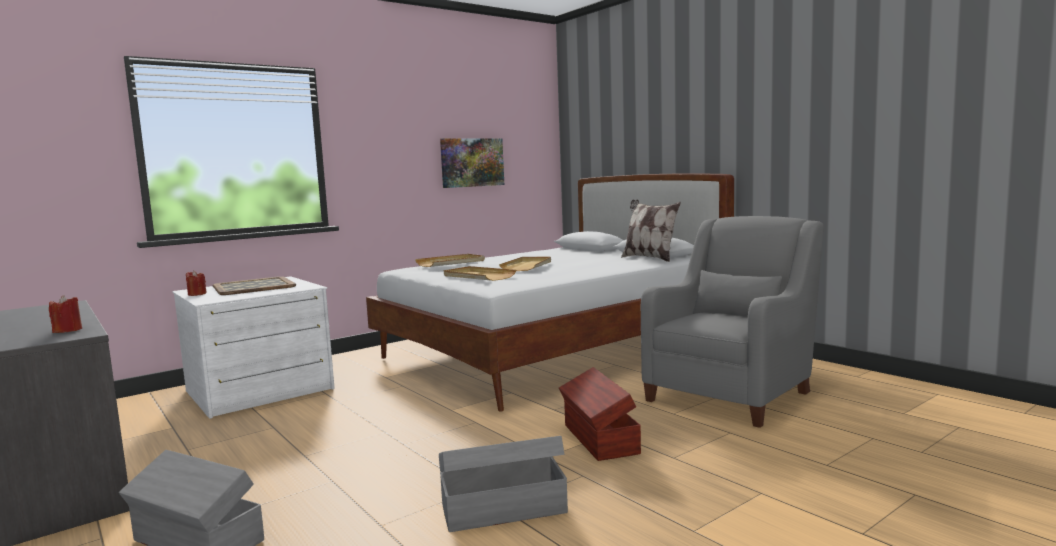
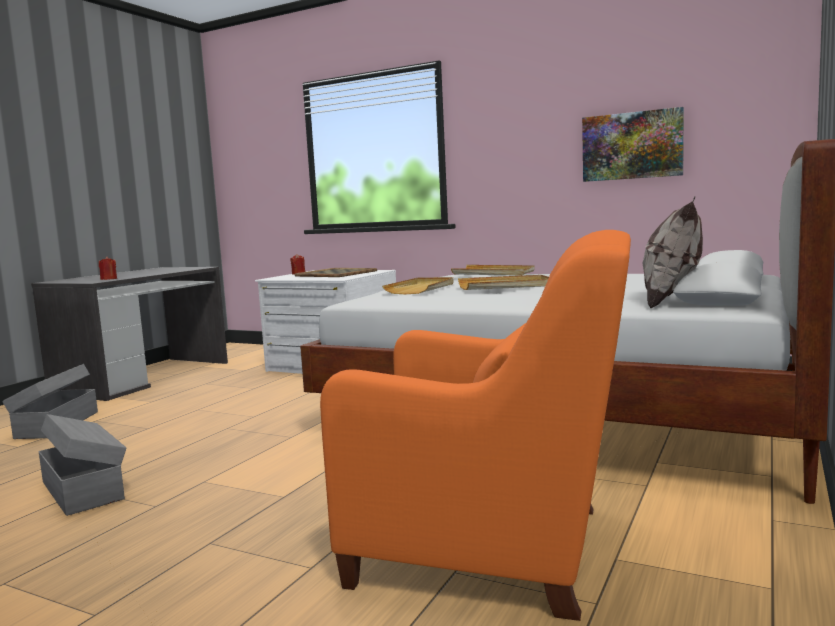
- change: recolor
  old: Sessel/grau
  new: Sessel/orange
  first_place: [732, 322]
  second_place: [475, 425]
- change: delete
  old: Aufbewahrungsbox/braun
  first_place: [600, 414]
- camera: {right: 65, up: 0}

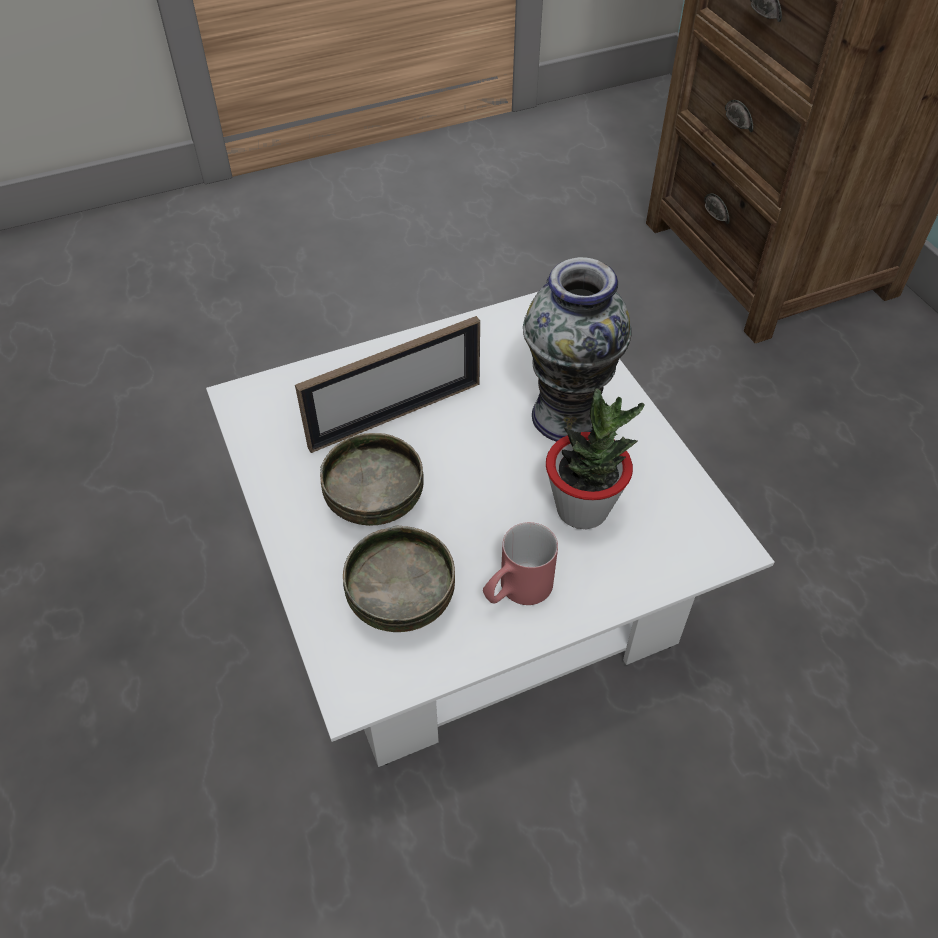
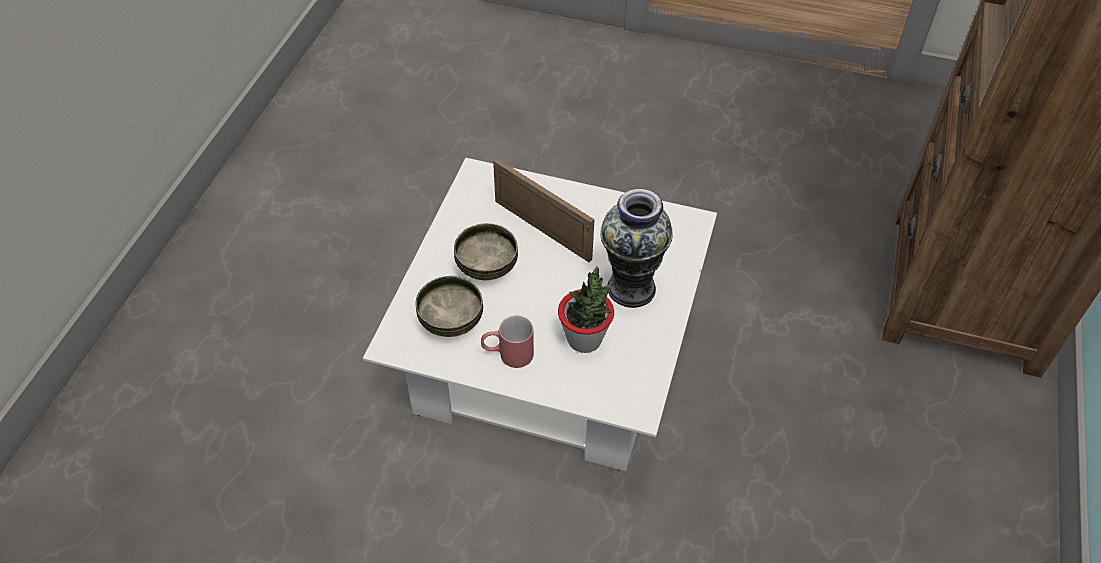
- change: rotate
  old: Bilderrahmen
  first_place: [387, 384]
  second_place: [544, 210]
  degrees: -150
- camera: {right: 40, up: 0}

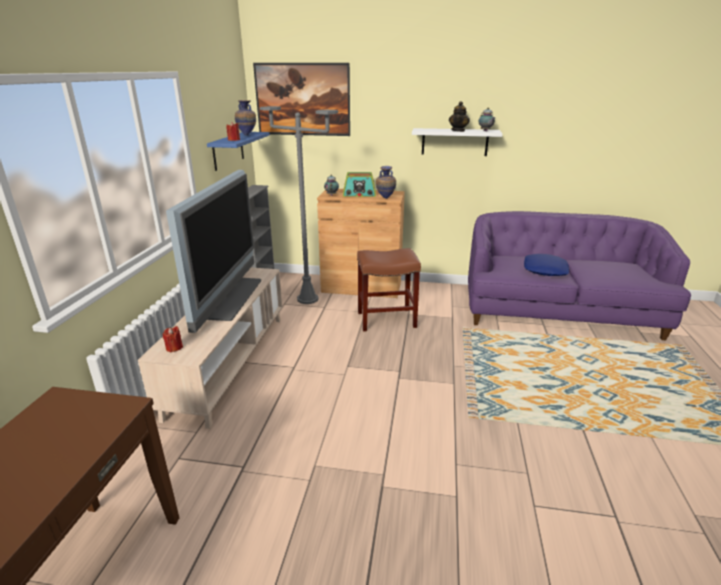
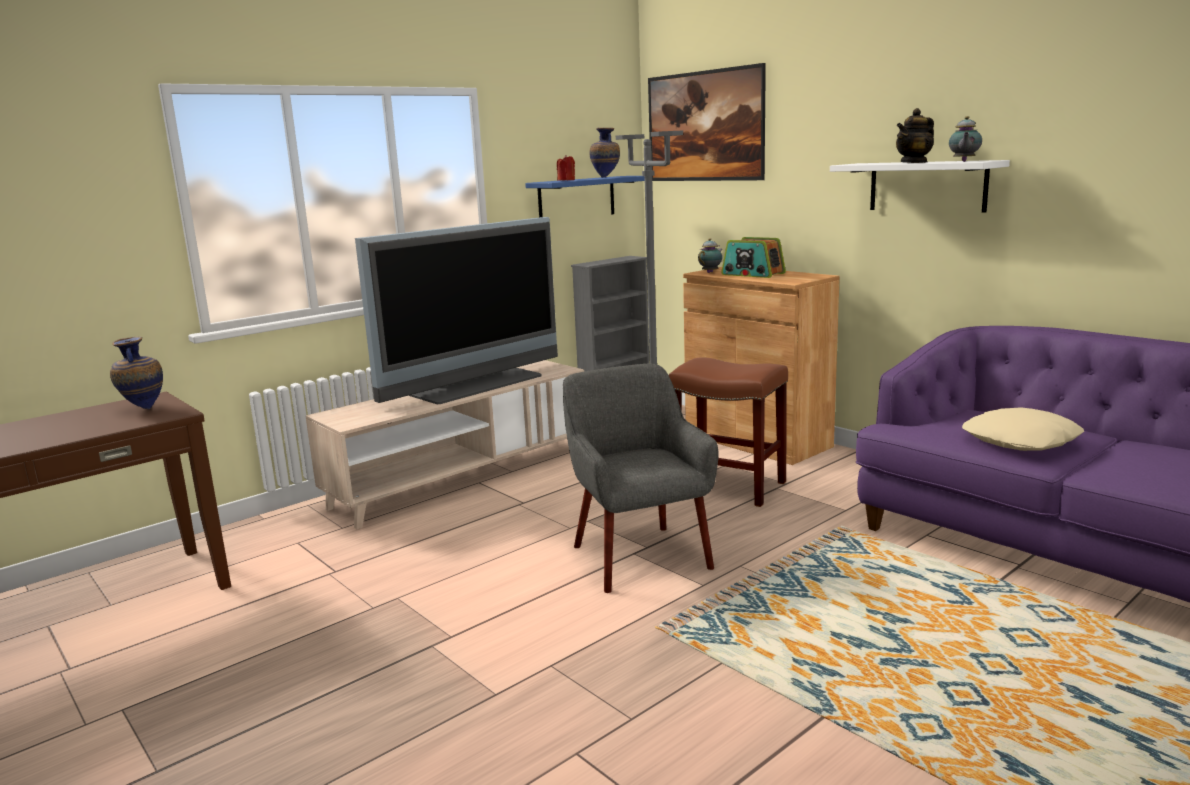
- change: move
  old: Vase
  first_place: [386, 182]
  second_place: [136, 373]
- change: insert
  new: Sessel/grau
  second_place: [641, 478]
- change: recolor
  old: Kissen/blau
  new: Kissen/beige
  first_place: [546, 265]
  second_place: [1023, 429]
- change: delete
  old: Kerze/rot
  first_place: [173, 339]
- camera: {right: 40, up: -10}

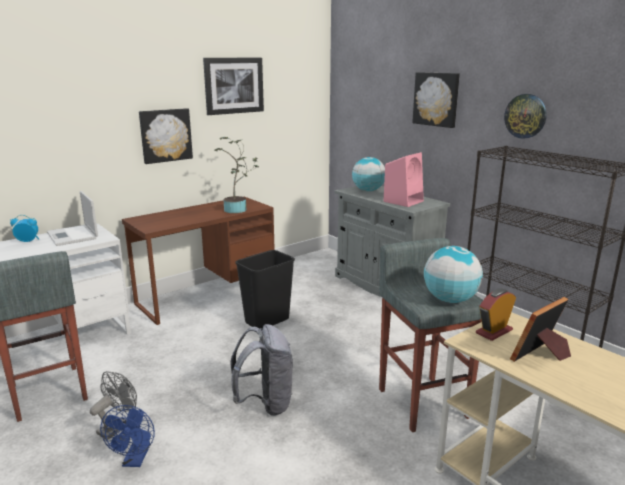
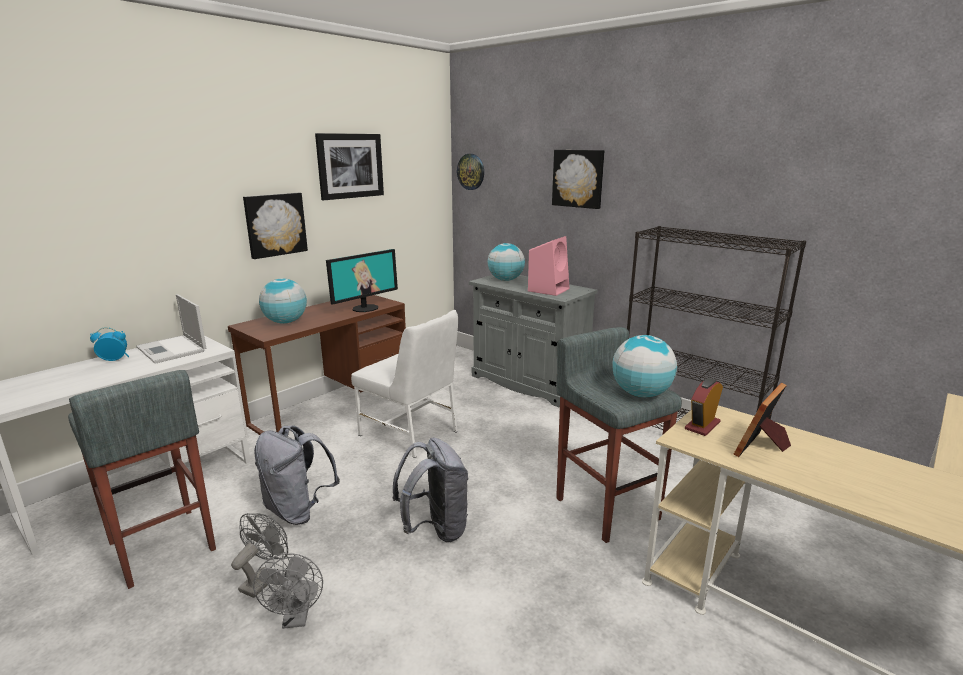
- change: recolor
  old: Ventilator/blau
  new: Ventilator/grau
  first_place: [127, 436]
  second_place: [288, 591]
- change: insert
  new: Rucksack/grau
  second_place: [297, 475]
- change: insert
  new: Globus
  second_place: [283, 301]
- change: replace
  old: Topfpflanze
  new: Monitor
  first_place: [236, 175]
  second_place: [362, 280]
- change: replace
  old: Mülleimer/schwarz
  new: Stuhl/weiß
  first_place: [265, 289]
  second_place: [404, 384]
- change: move
  old: Wanduhr
  first_place: [525, 116]
  second_place: [470, 172]
- camera: {right: -10, up: 0}

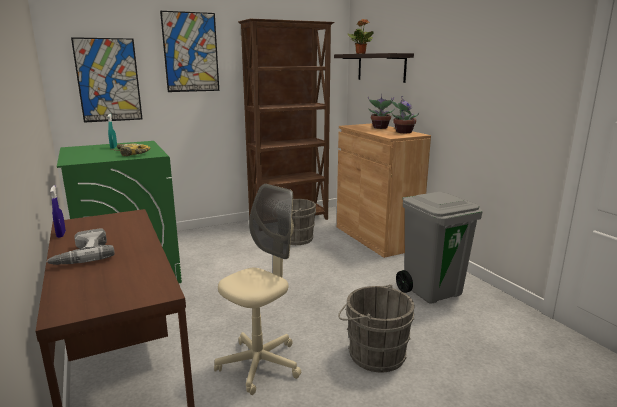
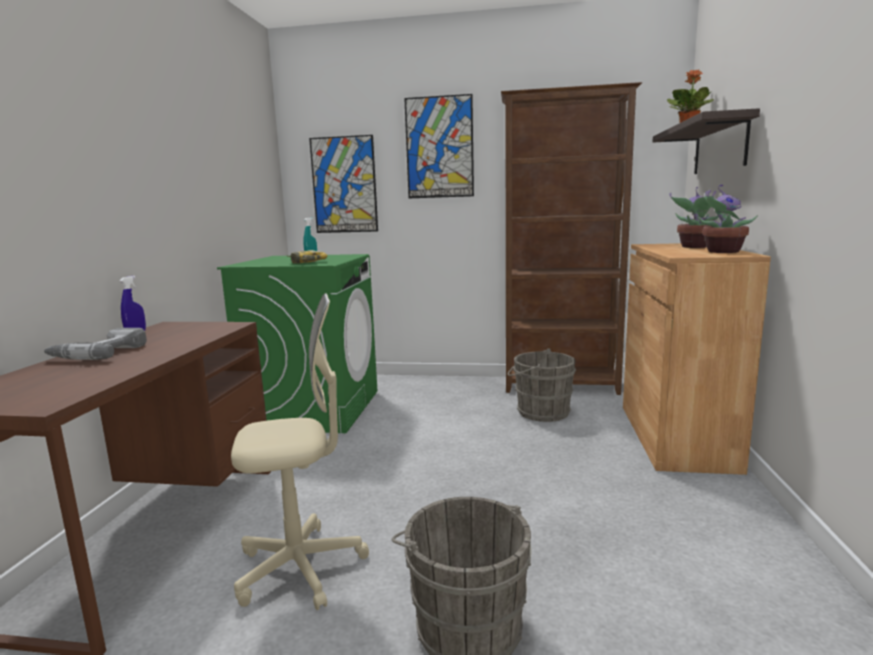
- change: delete
  old: Mülleimer/grau
  first_place: [439, 248]
- camera: {right: 35, up: -5}

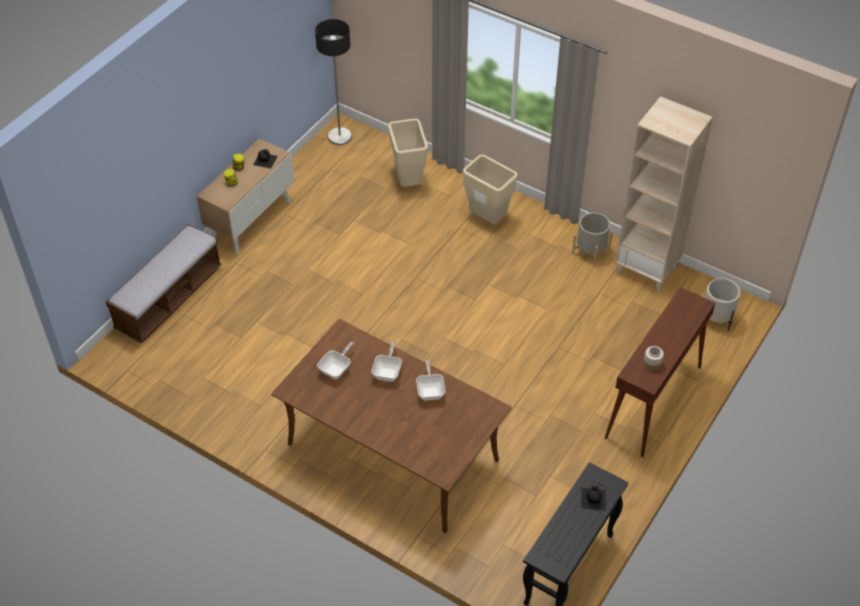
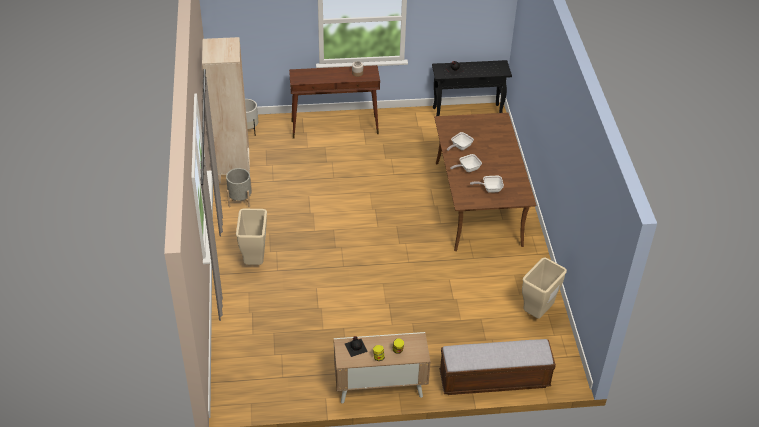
- change: move
  old: Mülleimer/beige
  first_place: [408, 153]
  second_place: [544, 288]
- change: delete
  old: Stehlampe
  first_place: [333, 82]
- camera: {right: -130, up: -5}

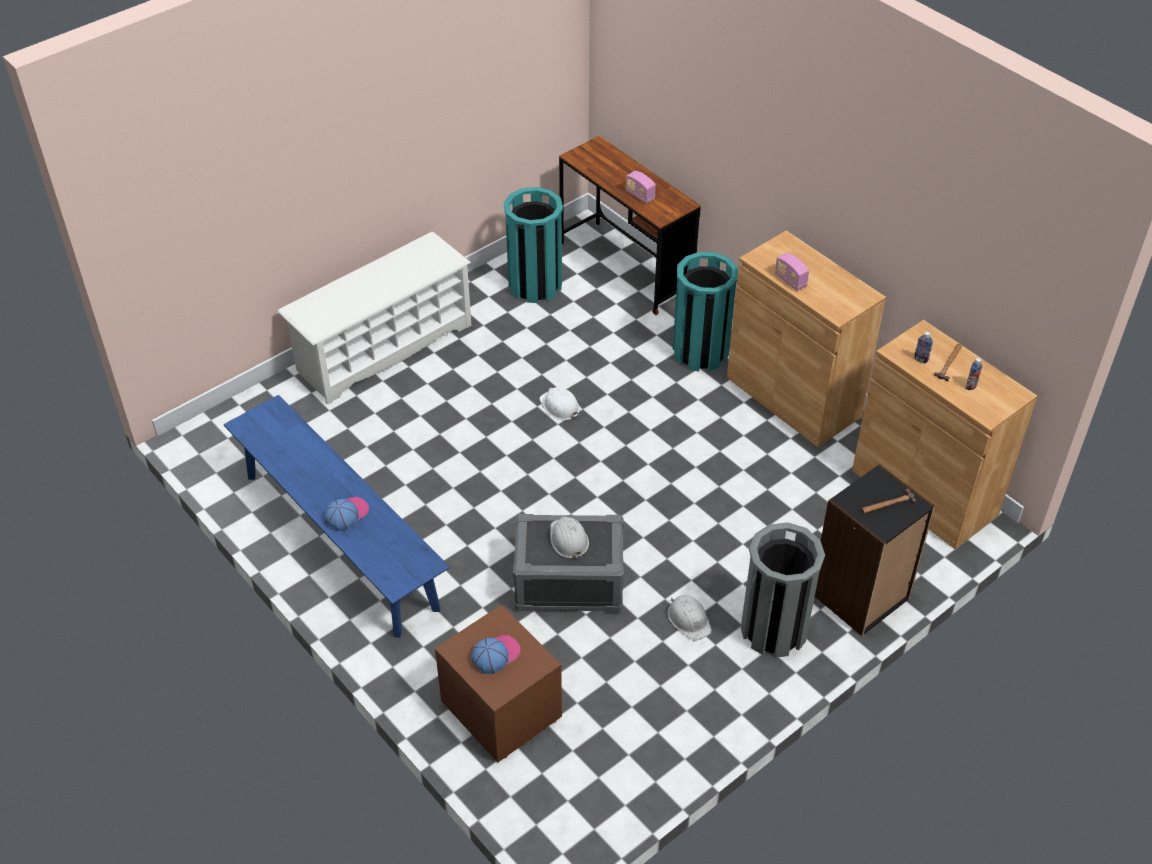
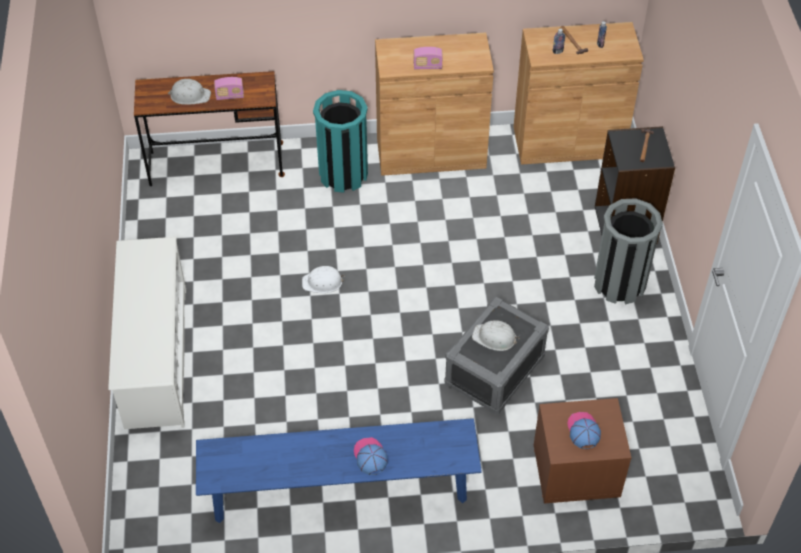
- change: move
  old: Schutzhelm/weiß
  first_place: [689, 617]
  second_place: [189, 92]
- change: delete
  old: Mülleimer/türkis
  first_place: [533, 245]
- camera: {right: -55, up: 5}

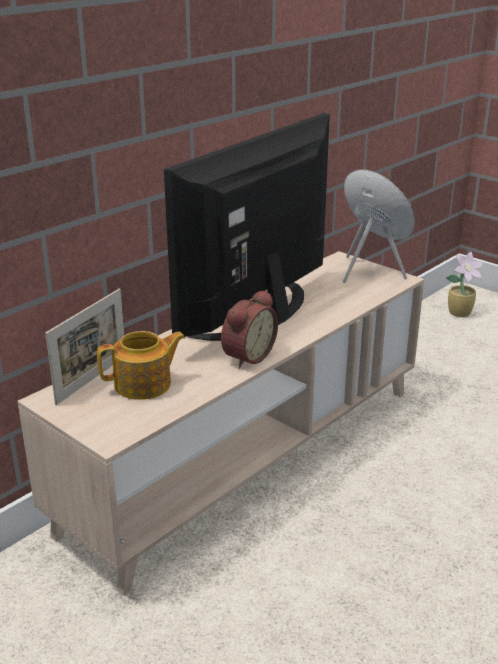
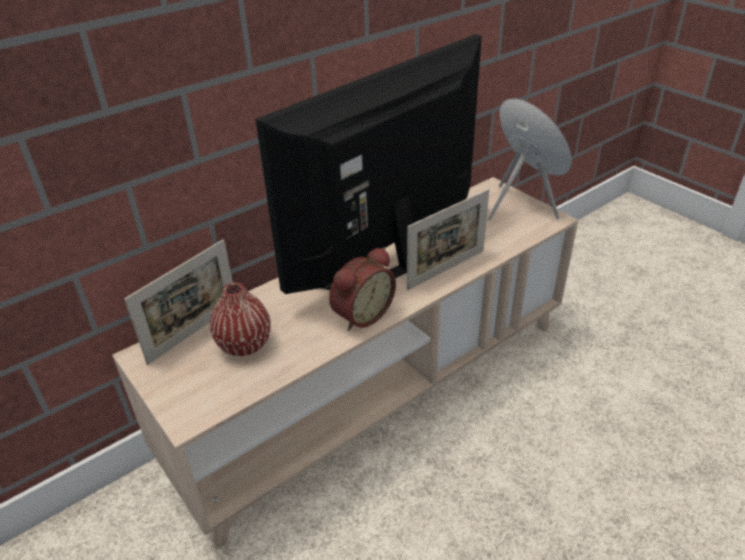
- change: replace
  old: Teekanne
  new: Vase/rot
  first_place: [141, 365]
  second_place: [240, 319]
- change: insert
  new: Bilderrahmen
  second_place: [448, 239]
- change: delete
  old: Topfpflanze
  first_place: [464, 284]
- camera: {right: 10, up: 10}

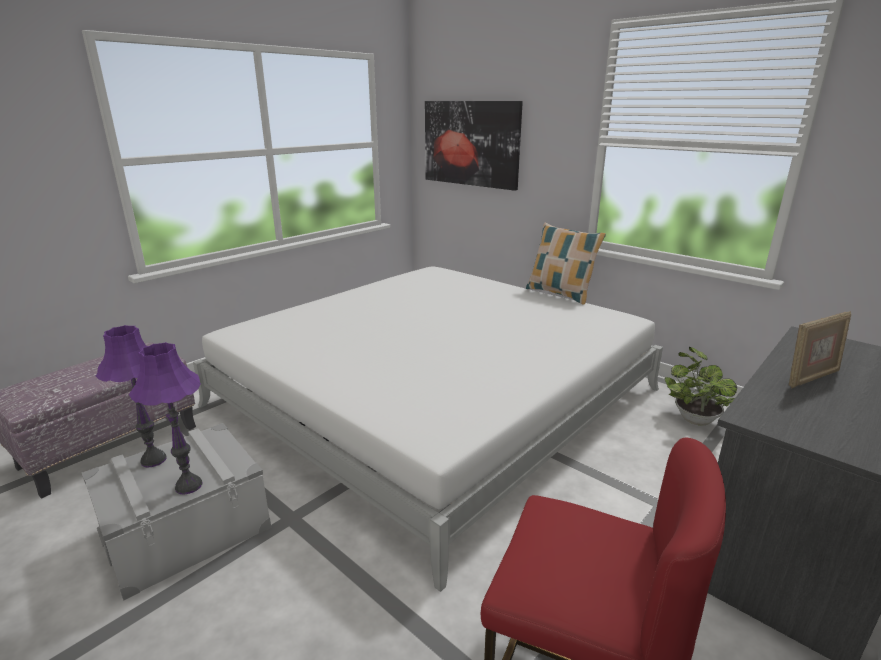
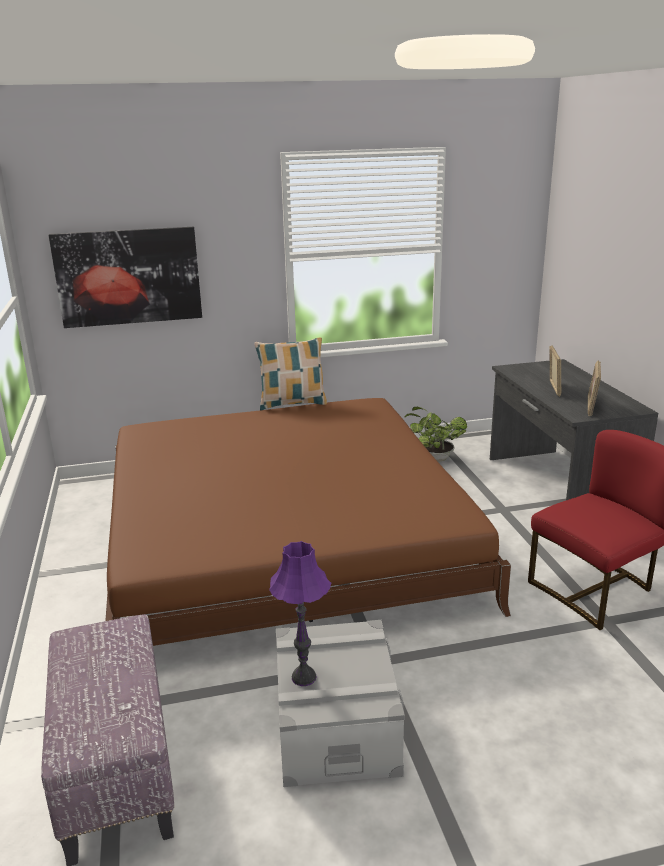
- change: recolor
  old: Bett/weiß
  new: Bett/braun
  first_place: [428, 429]
  second_place: [308, 522]
- change: insert
  new: Bilderrahmen
  second_place: [594, 388]
- change: delete
  old: Tischlampe/lila
  first_place: [165, 418]
- camera: {right: -55, up: 0}

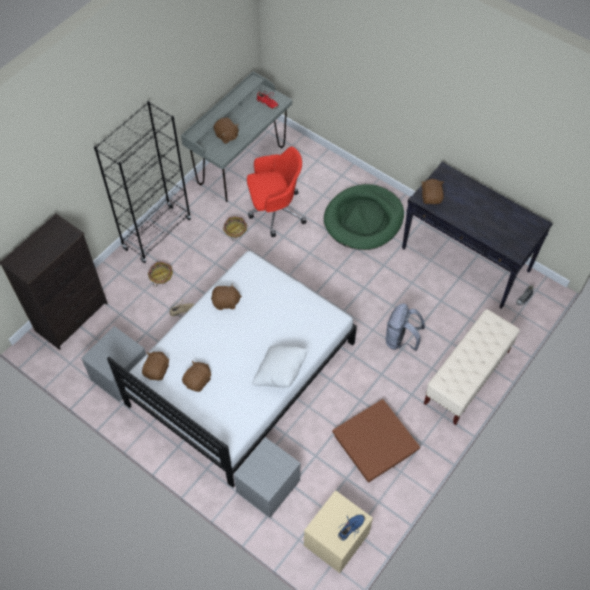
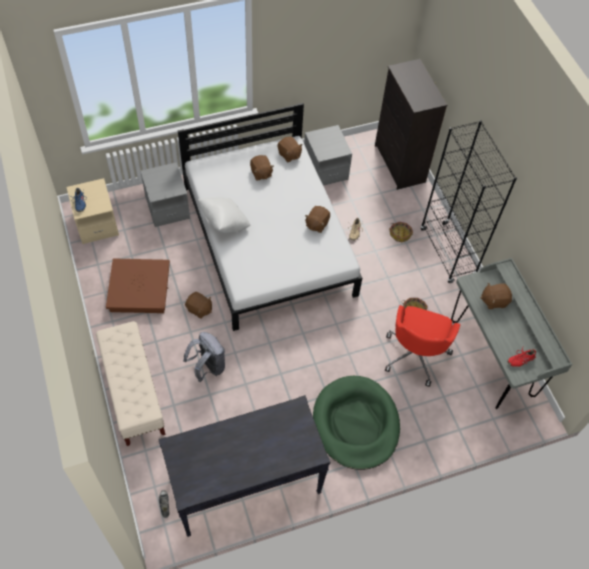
- change: move
  old: Plüschtier/braun
  first_place: [433, 191]
  second_place: [198, 305]
- camera: {right: 120, up: 0}

